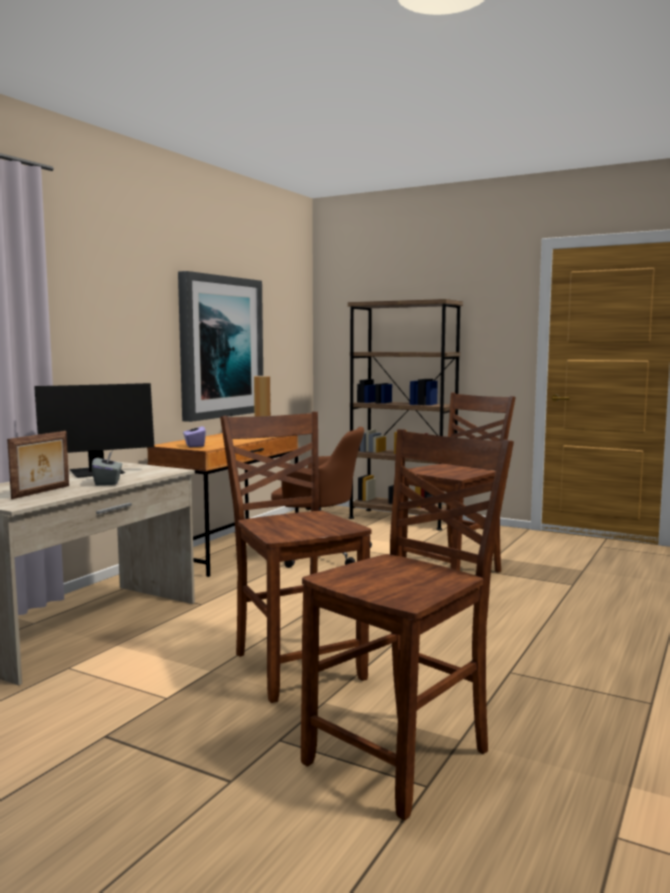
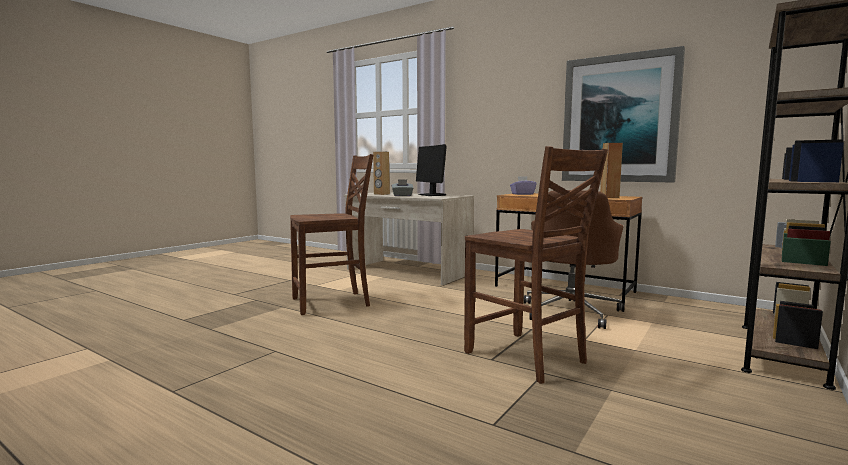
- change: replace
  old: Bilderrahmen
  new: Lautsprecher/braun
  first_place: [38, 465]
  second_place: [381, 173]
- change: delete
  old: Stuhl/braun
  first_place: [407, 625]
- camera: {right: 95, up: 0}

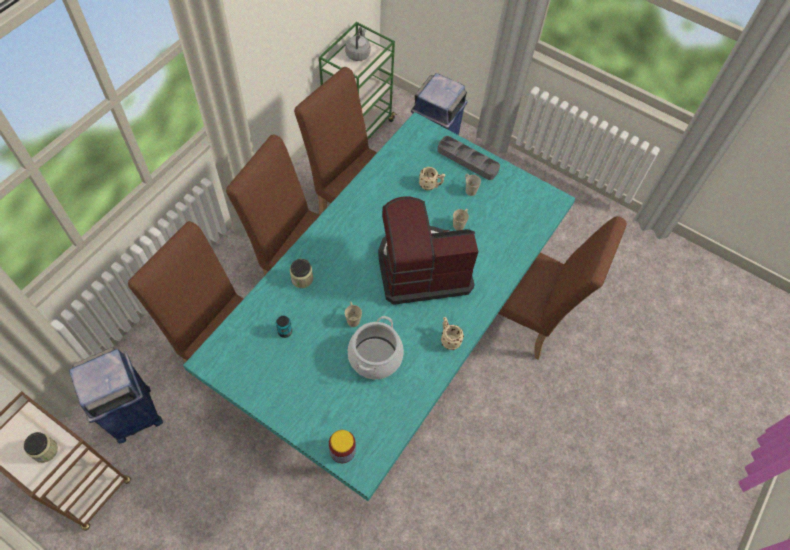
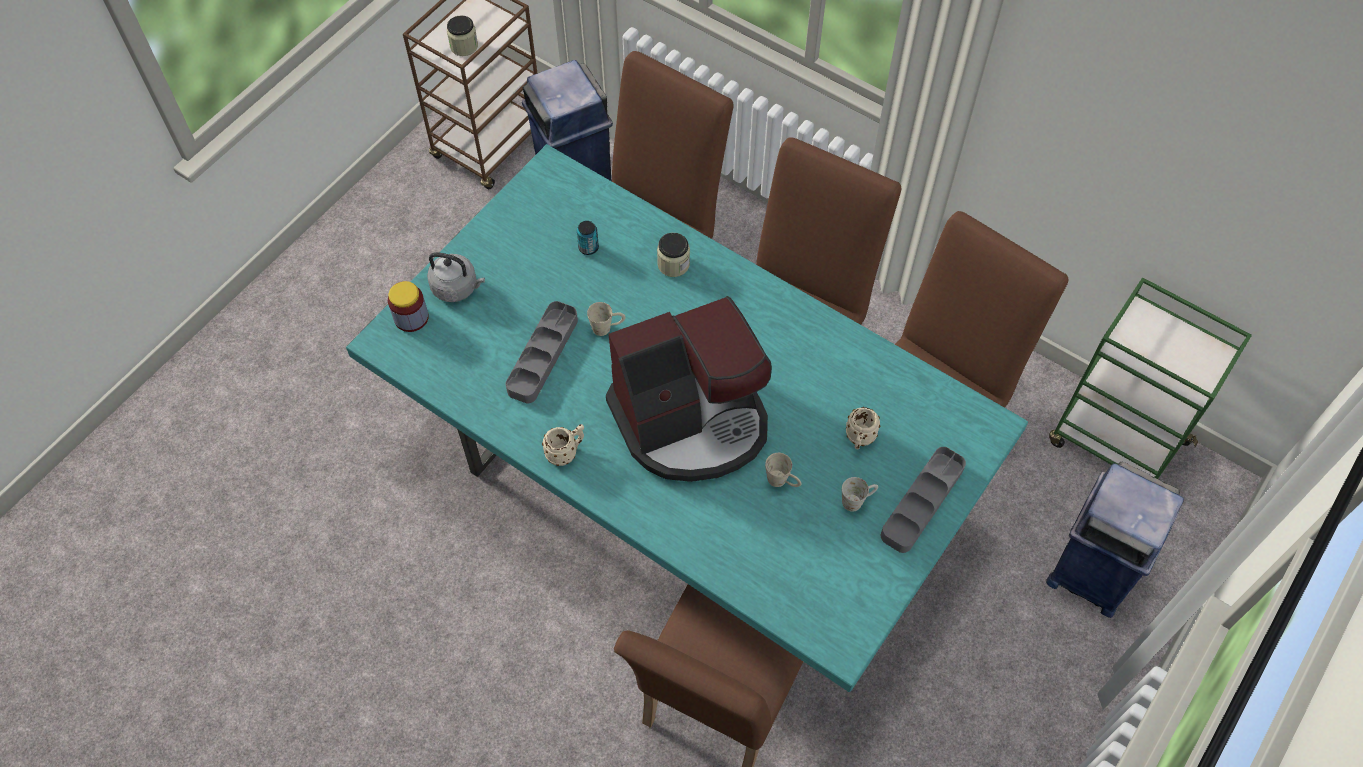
- change: move
  old: Wasserkessel/grau
  first_place: [357, 44]
  second_place: [456, 277]
- change: replace
  old: Kochtopf
  new: Tablett/grau
  first_place: [376, 347]
  second_place: [541, 352]
- change: rotate
  old: Kaffeemaschine
  first_place: [428, 250]
  second_place: [689, 389]
  degrees: 75
- camera: {right: 95, up: 0}

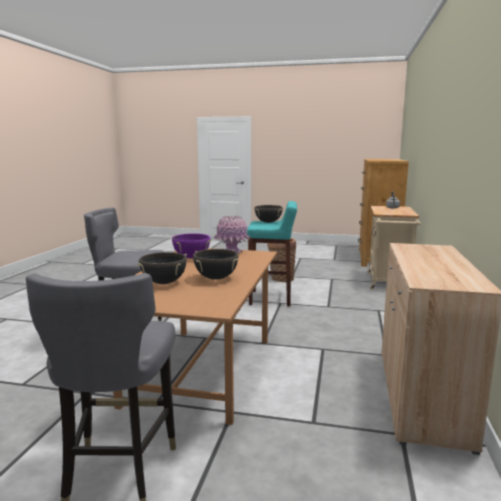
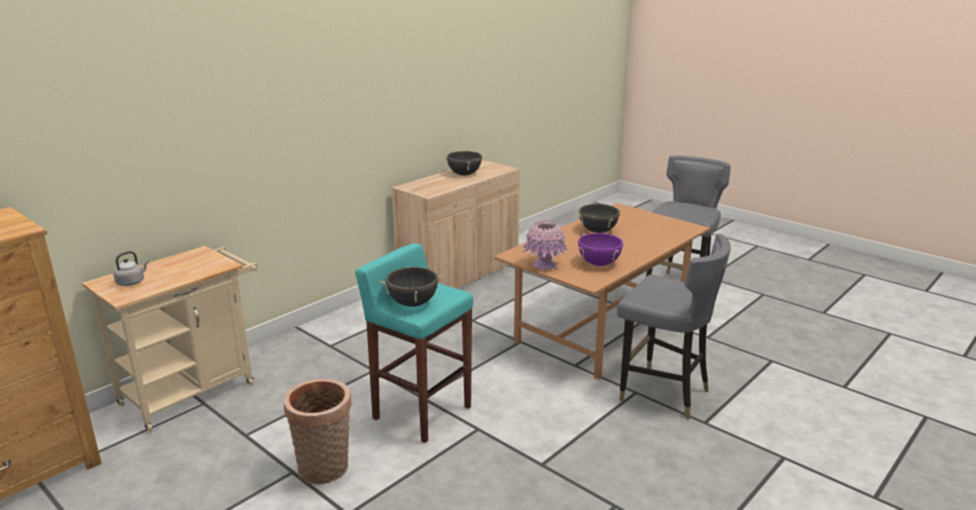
- change: move
  old: Kochtopf/schwarz
  first_place: [162, 268]
  second_place: [464, 163]
- camera: {right: -150, up: 10}

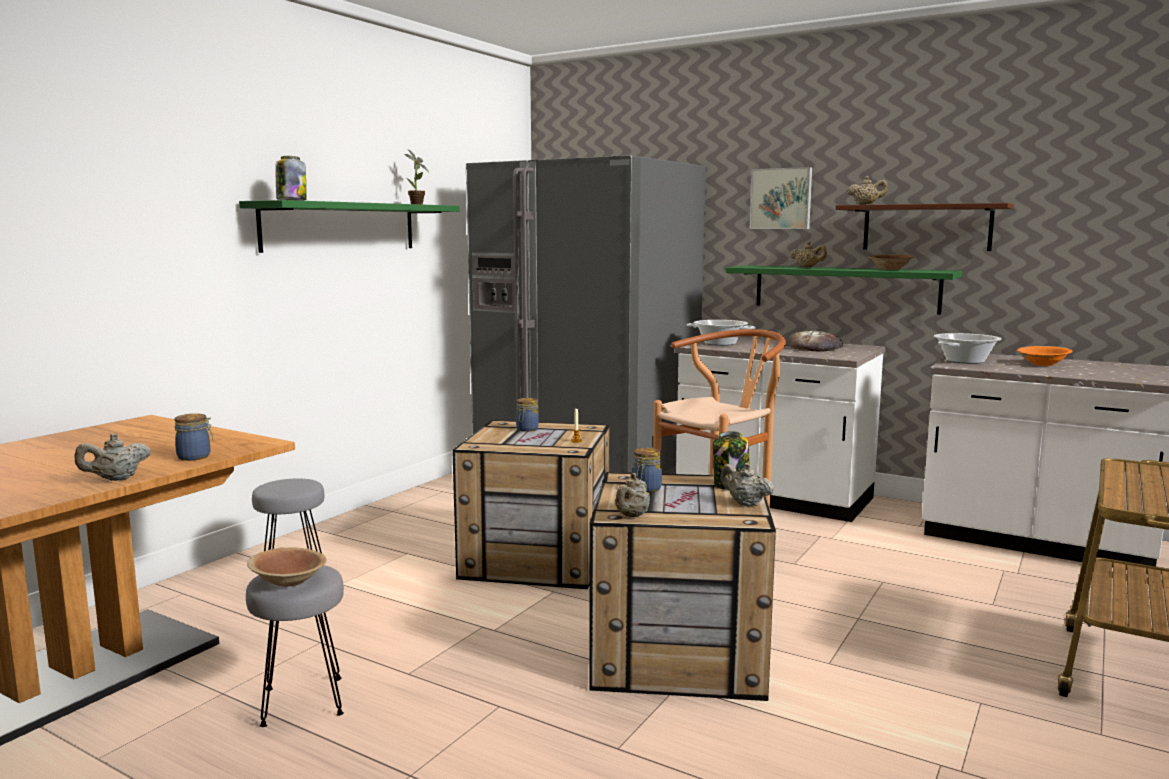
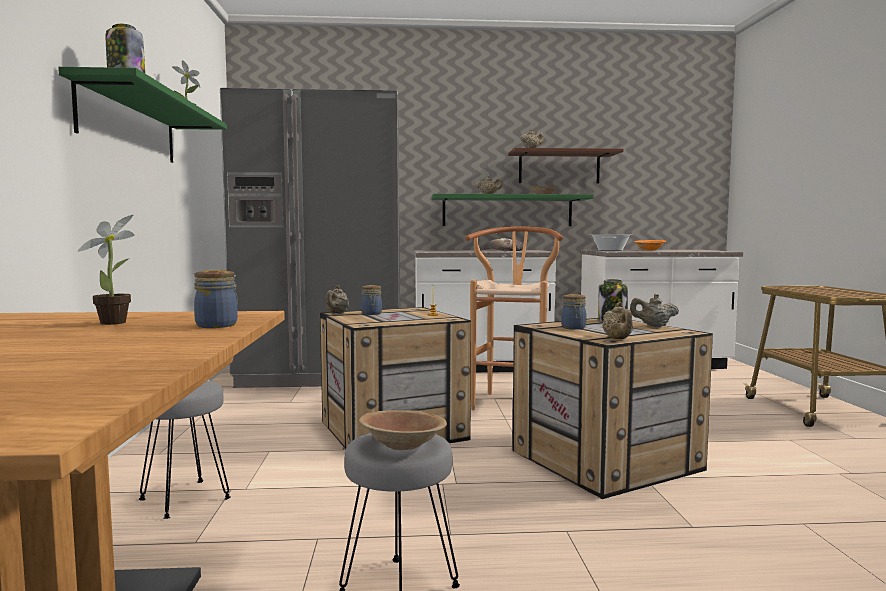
- change: insert
  new: Topfpflanze
  second_place: [106, 270]
- change: move
  old: Teekanne/beige
  first_place: [113, 457]
  second_place: [337, 299]
- change: delete
  old: Kochtopf
  first_place: [721, 333]
- change: delete
  old: Bild
  first_place: [781, 198]
- camera: {right: -35, up: -5}

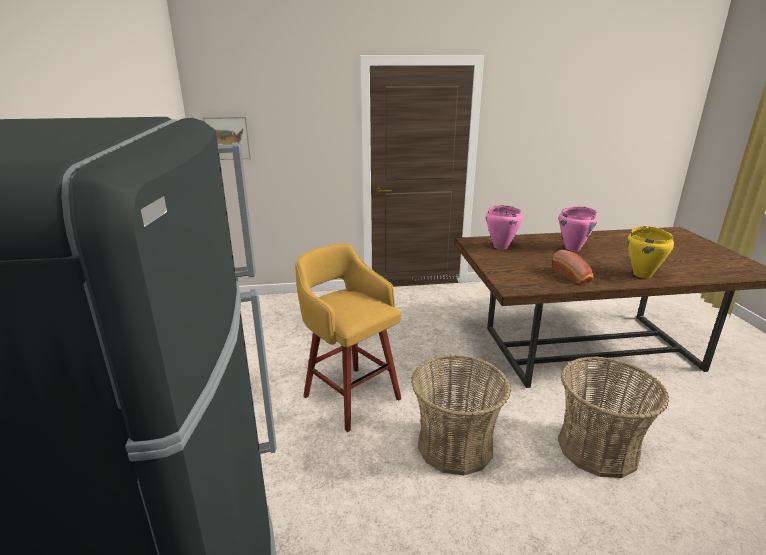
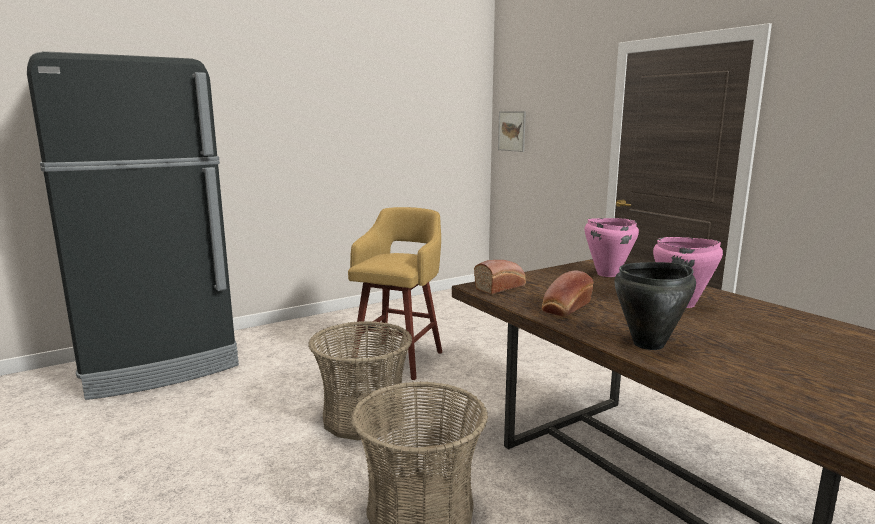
- change: insert
  new: Brot
  second_place: [500, 277]
- change: recolor
  old: Kochtopf/gelb
  new: Kochtopf/schwarz
  first_place: [650, 252]
  second_place: [655, 306]
- camera: {right: 65, up: -10}

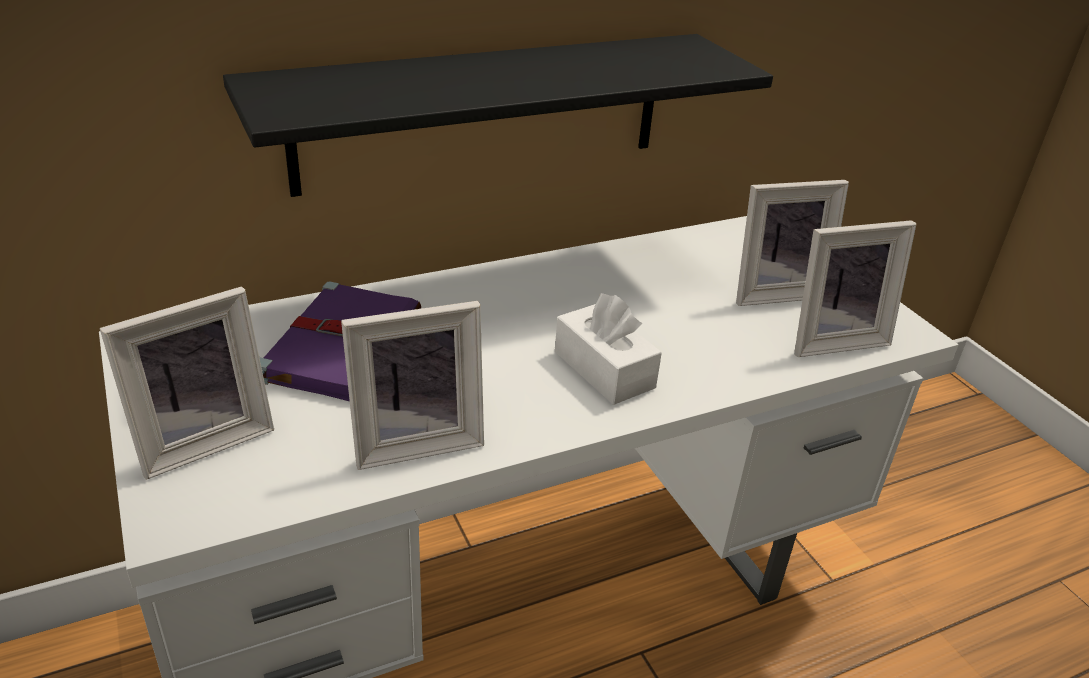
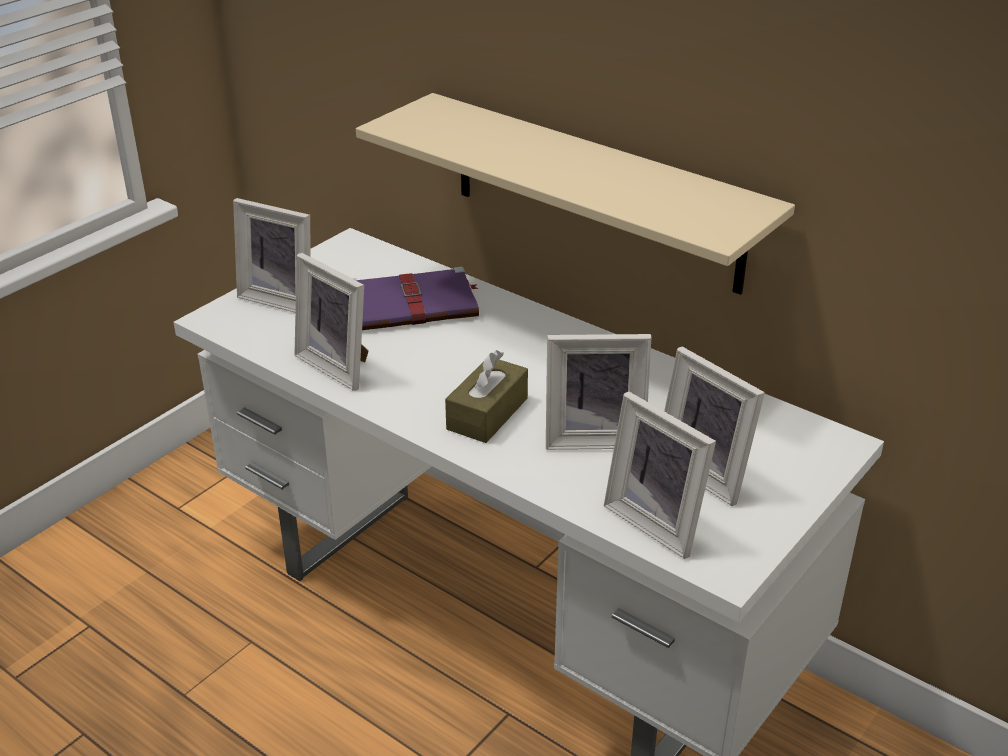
- change: recolor
  old: Wandregal/schwarz
  new: Wandregal/beige
  first_place: [498, 115]
  second_place: [575, 194]
- change: recolor
  old: Taschentuchbox/weiß
  new: Taschentuchbox/braun
  first_place: [608, 349]
  second_place: [486, 396]
- change: insert
  new: Bilderrahmen
  second_place: [598, 392]
- camera: {right: 65, up: 0}

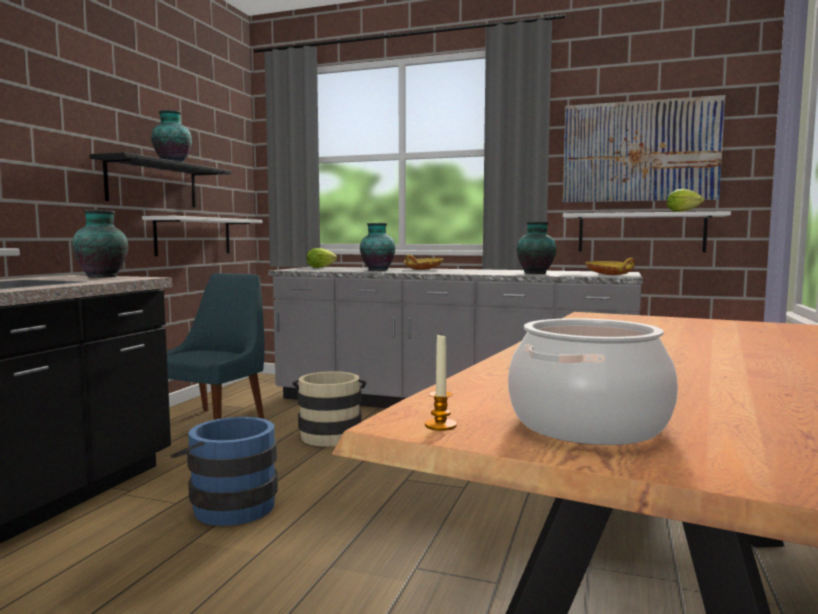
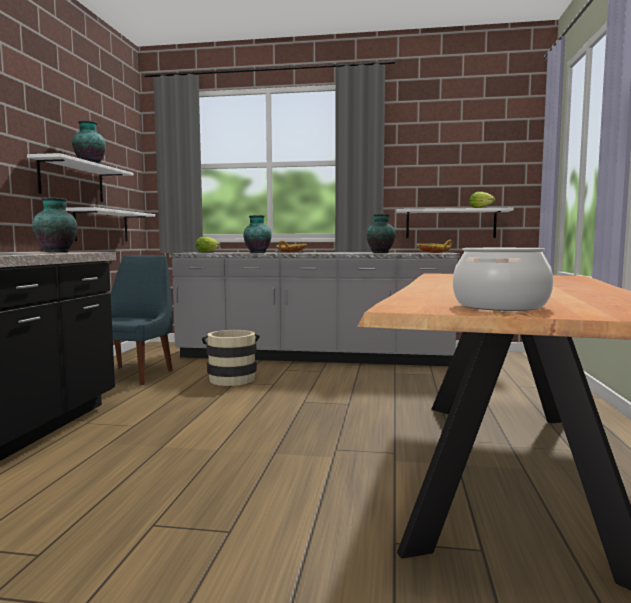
- change: recolor
  old: Wandregal/schwarz
  new: Wandregal/weiß
  first_place: [160, 179]
  second_place: [80, 177]
- change: delete
  old: Eimer/blau
  first_place: [224, 471]
- change: delete
  old: Kerze
  first_place: [440, 382]
- change: delete
  old: Bild
  first_place: [644, 149]
- camera: {right: -10, up: 0}

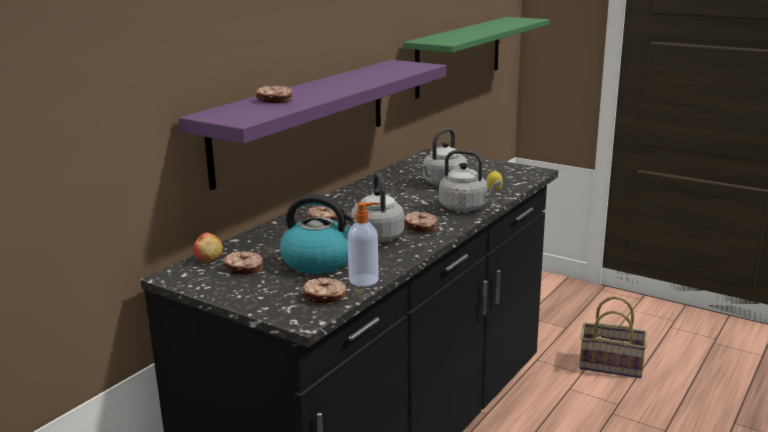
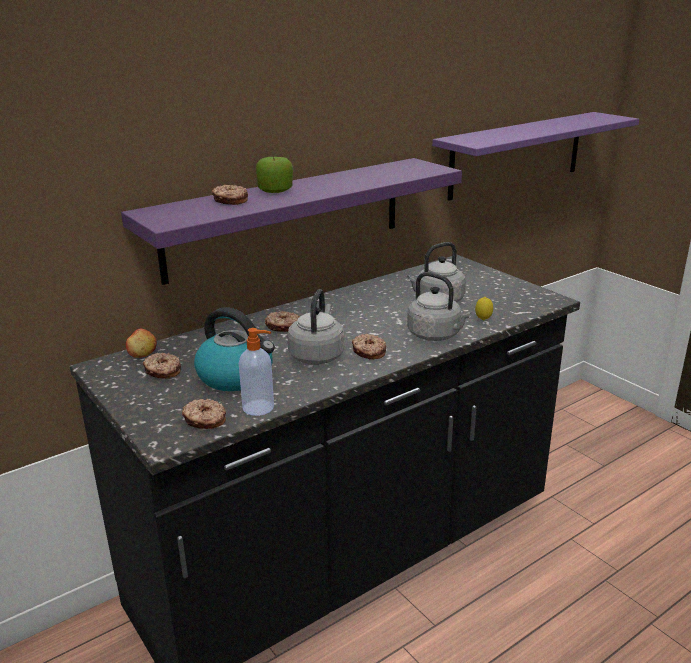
- change: insert
  new: Apfel
  second_place: [274, 174]
- change: recolor
  old: Wandregal/grün
  new: Wandregal/lila
  first_place: [476, 58]
  second_place: [535, 156]
- change: delete
  old: Korb
  first_place: [613, 337]
- camera: {right: 20, up: 5}

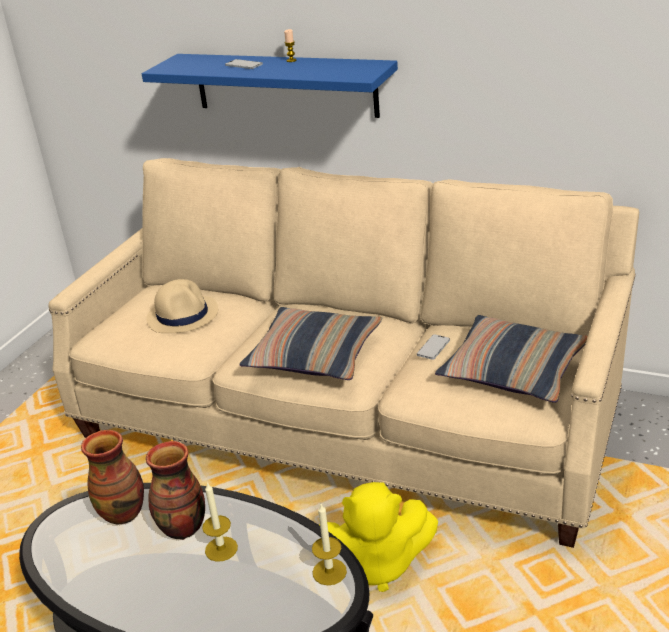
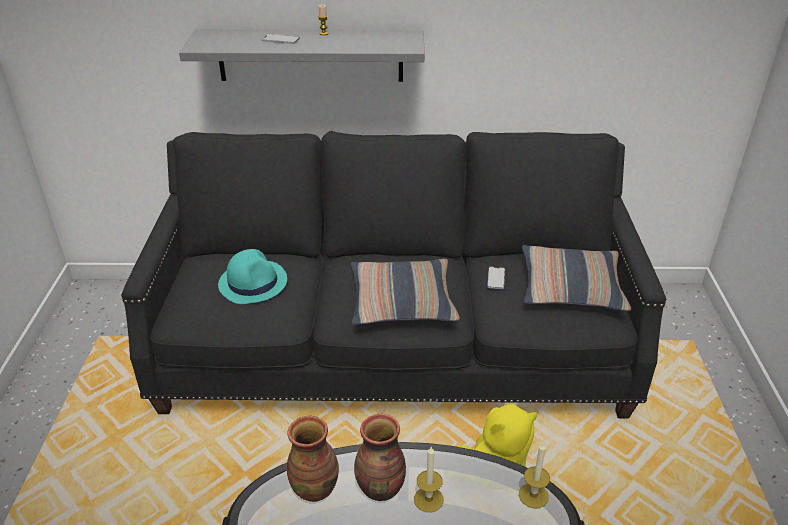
- change: recolor
  old: Sofa/beige
  new: Sofa/schwarz
  first_place: [343, 353]
  second_place: [393, 274]
- change: recolor
  old: Wandregal/blau
  new: Wandregal/grau
  first_place: [270, 86]
  second_place: [302, 56]
- change: recolor
  old: Hut/beige
  new: Hut/türkis
  first_place: [182, 306]
  second_place: [252, 276]
- camera: {right: -25, up: 5}

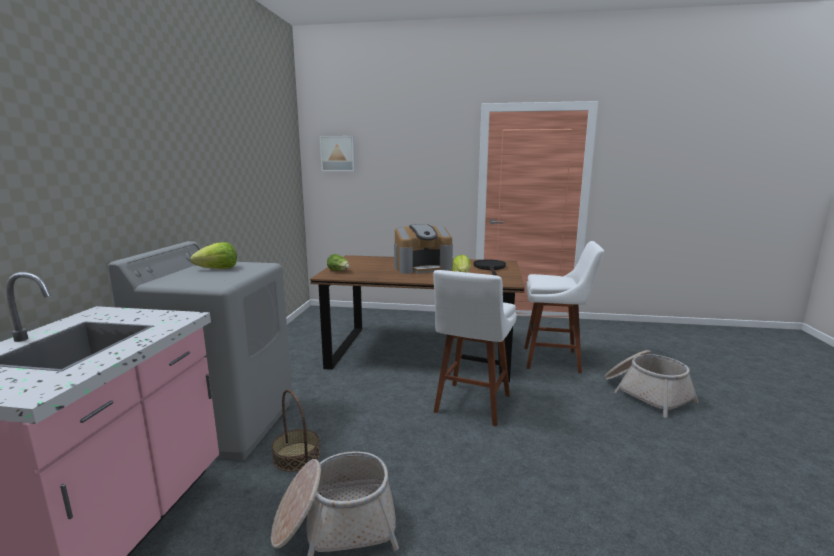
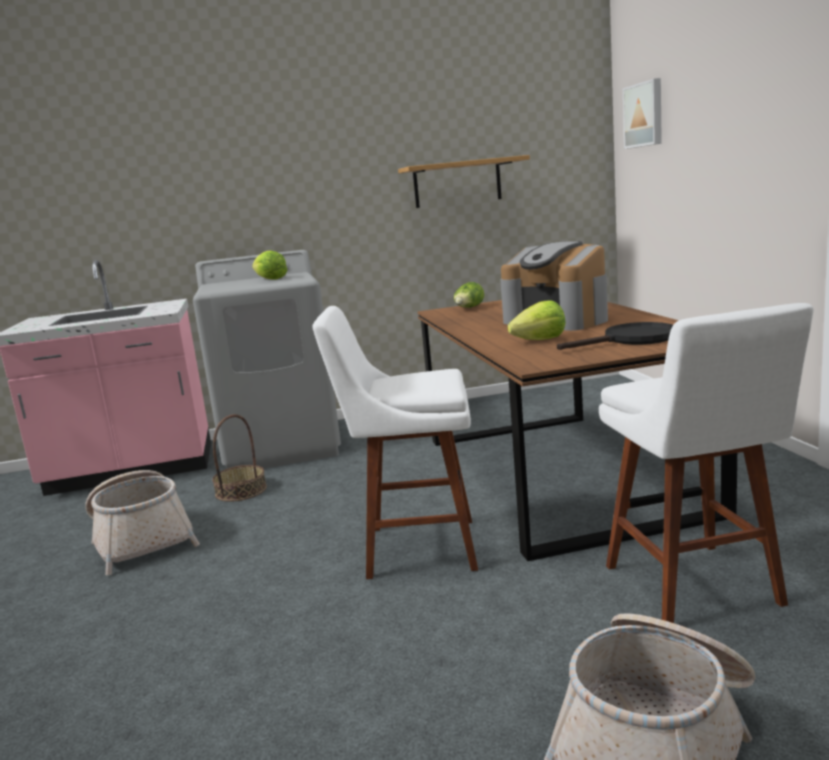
- change: insert
  new: Wandregal
  second_place: [464, 181]
- camera: {right: 70, up: 0}

